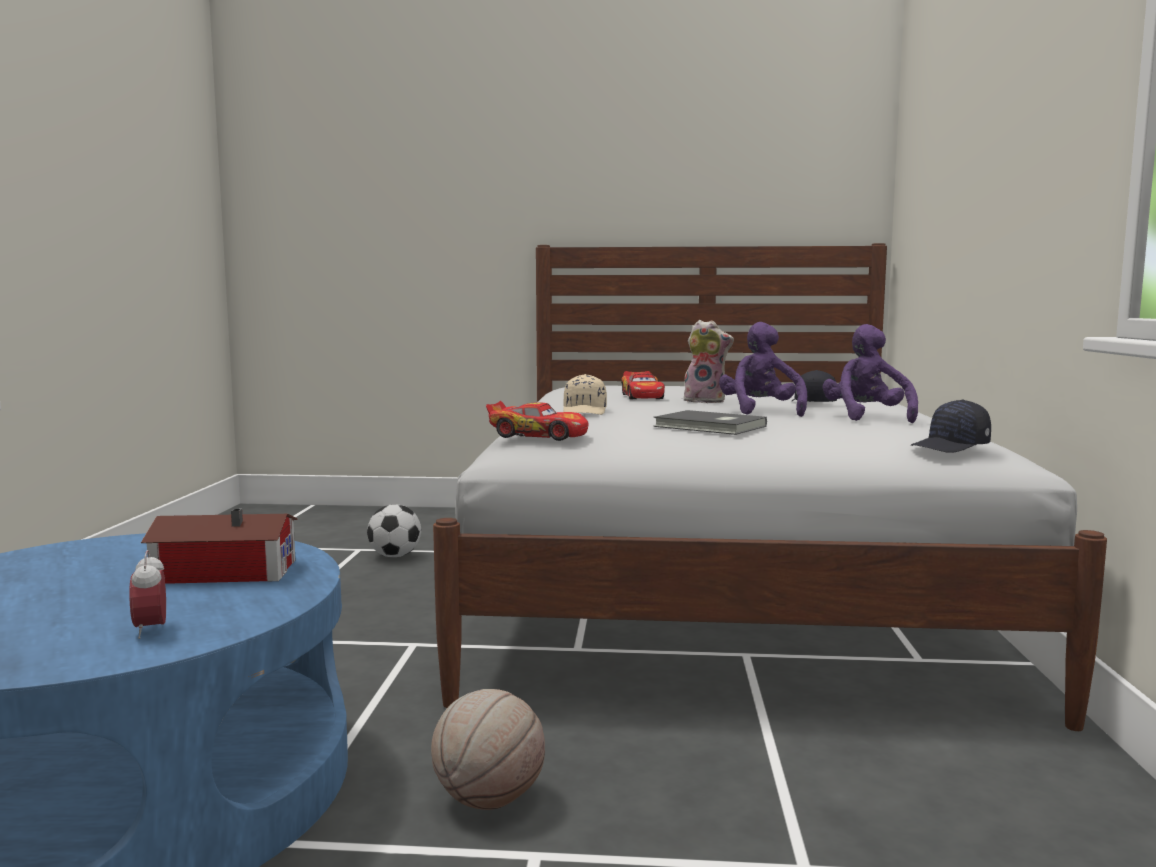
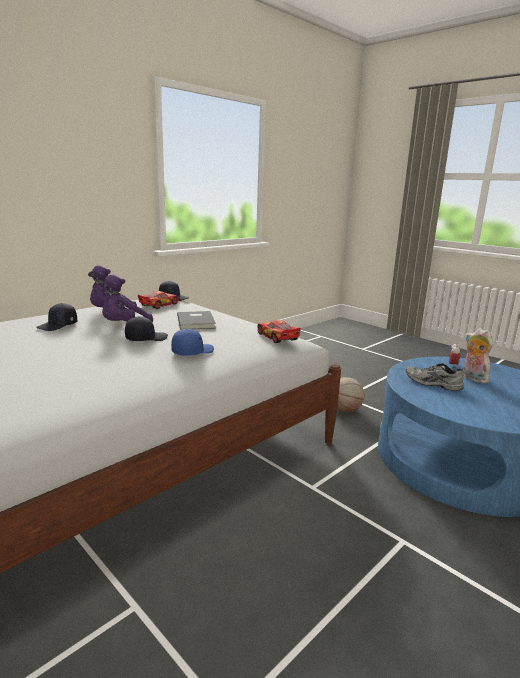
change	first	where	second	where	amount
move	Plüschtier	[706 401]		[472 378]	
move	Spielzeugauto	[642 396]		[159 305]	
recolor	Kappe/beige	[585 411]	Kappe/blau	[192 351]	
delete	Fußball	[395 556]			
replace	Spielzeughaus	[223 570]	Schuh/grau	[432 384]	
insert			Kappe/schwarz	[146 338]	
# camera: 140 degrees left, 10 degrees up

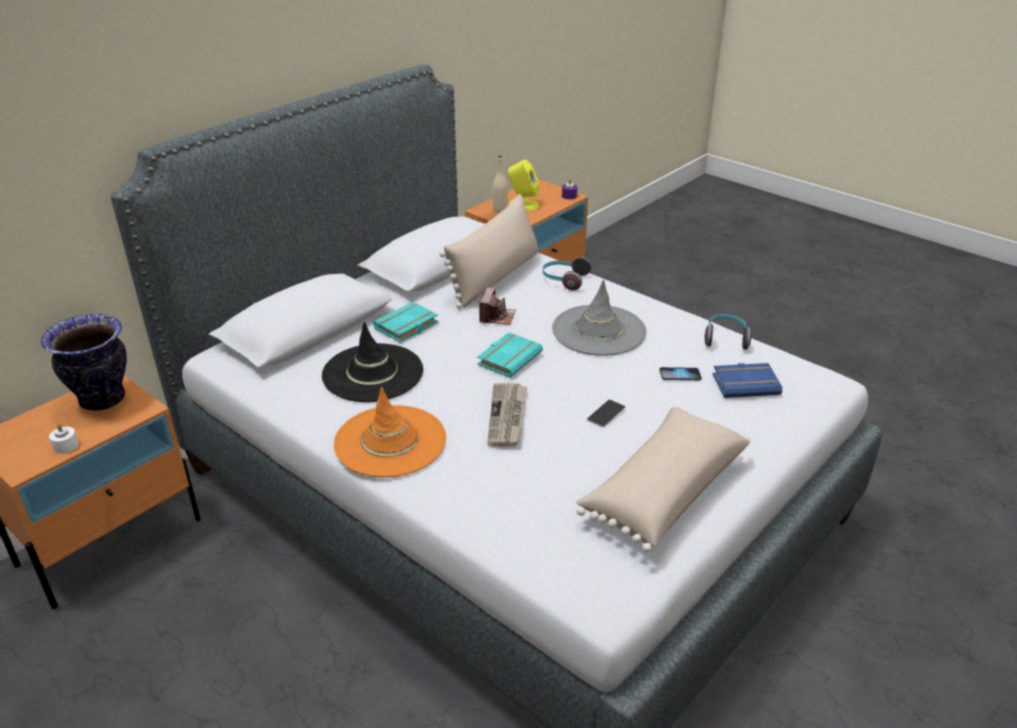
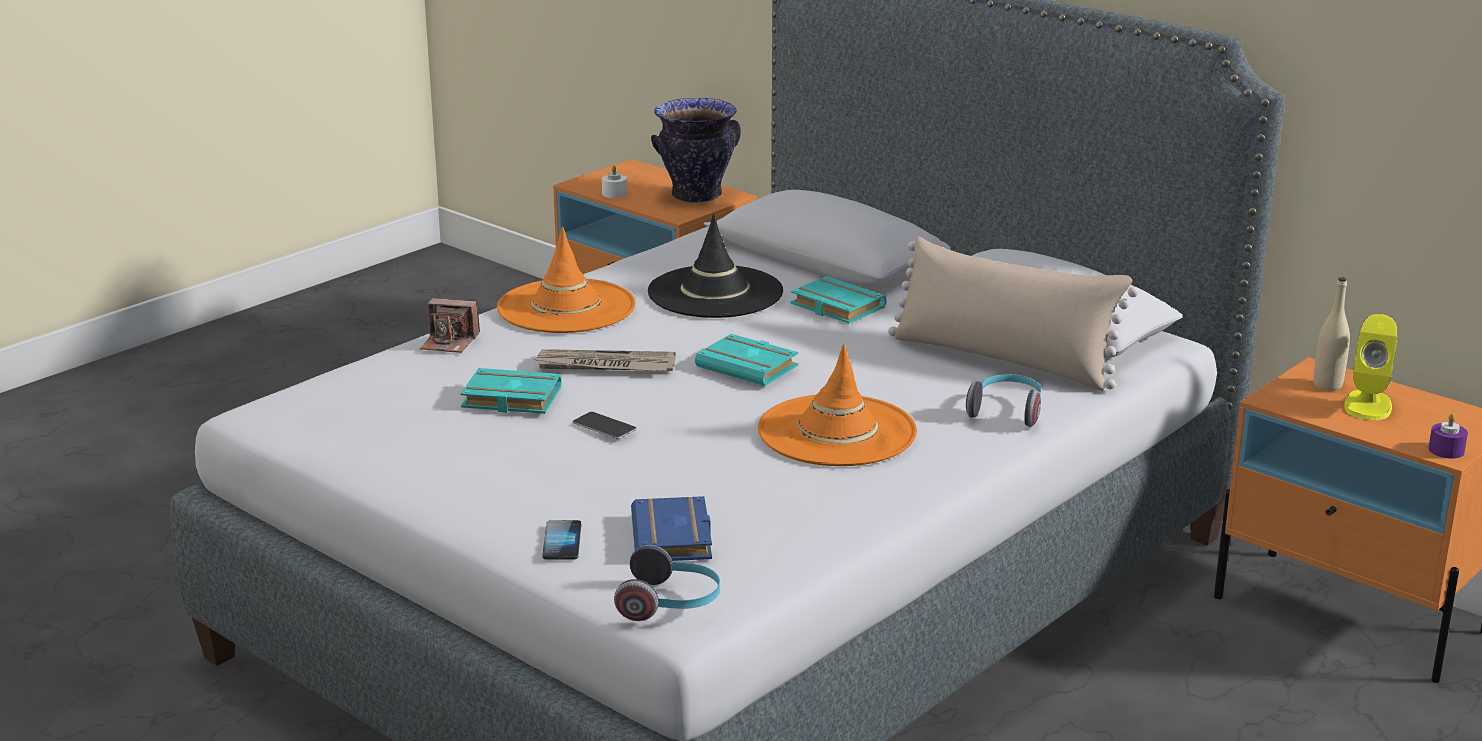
change	first	where	second	where	amount
recolor	Hut/grau	[598 330]	Hut/orange	[837 431]	
move	Kamera	[496 317]		[450 342]	
move	Kopfhörer	[725 338]		[670 604]	
move	Handy	[680 375]		[562 542]	
delete	Kissen/beige	[662 491]			
insert			Buch/türkis	[509 399]	
# camera: 90 degrees right, 10 degrees down

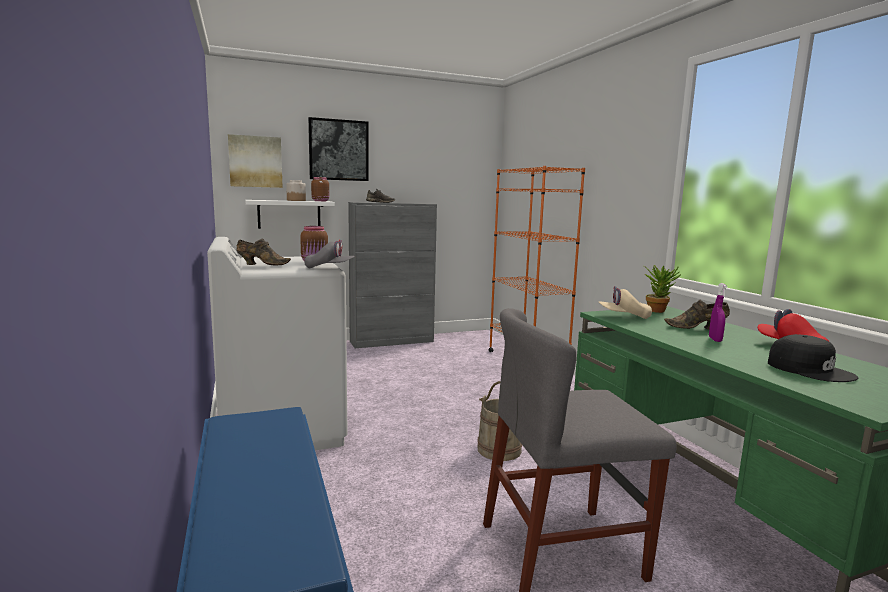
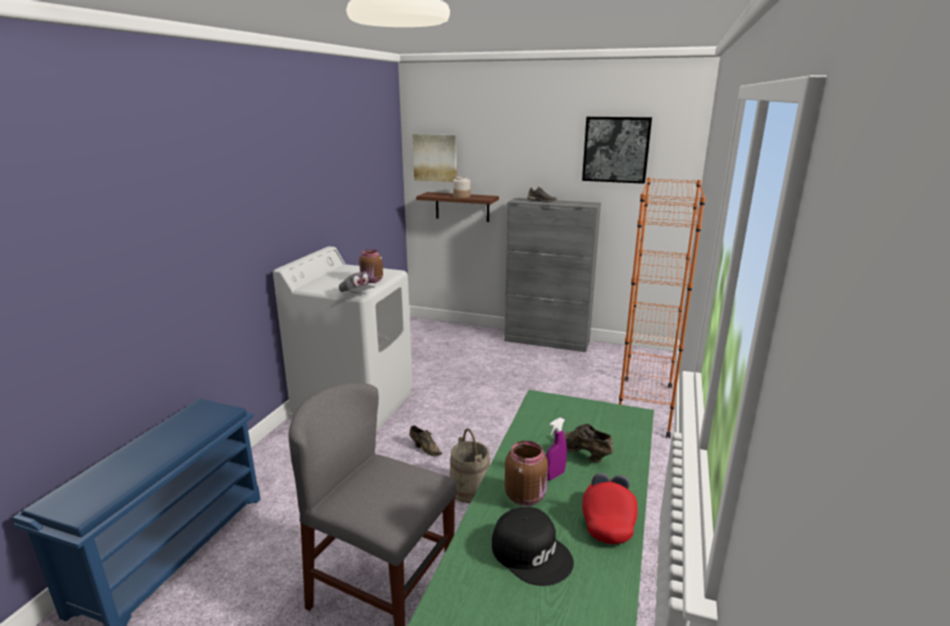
change	first	where	second	where	amount
move	Bild	[338 150]		[616 149]	
move	Vorratsglas/braun	[320 201]		[526 496]	
recolor	Wandregal/weiß	[289 214]	Wandregal/braun	[462 207]	
move	Schuh/braun	[262 264]		[425 448]	
delete	Topfpflanze	[658 310]			
delete	Kappe/beige	[624 317]			
rotate	Kappe/schwarz	[809 369]		[532 552]	45 degrees counterclockwise
# camera: 40 degrees right, 10 degrees up

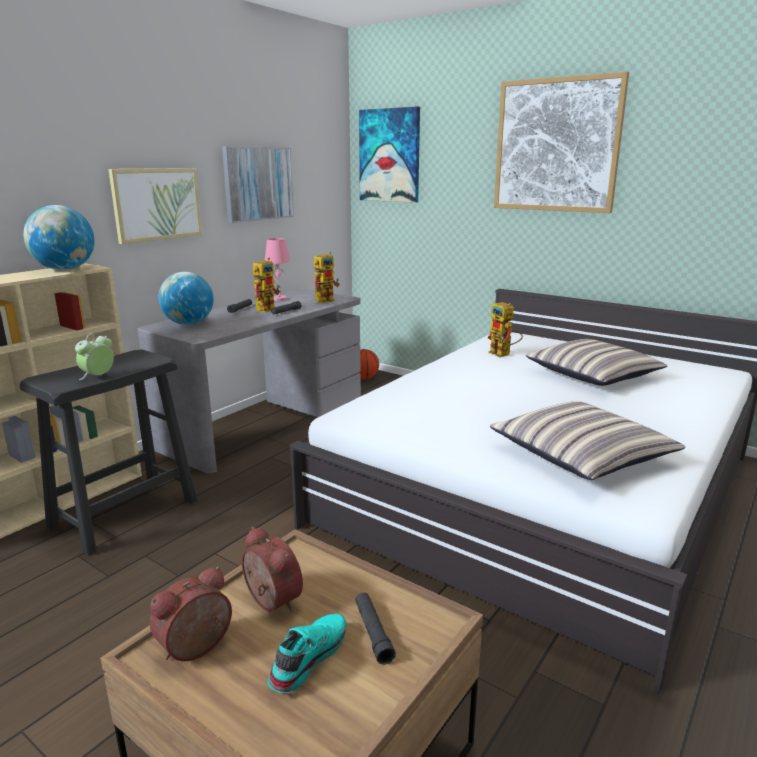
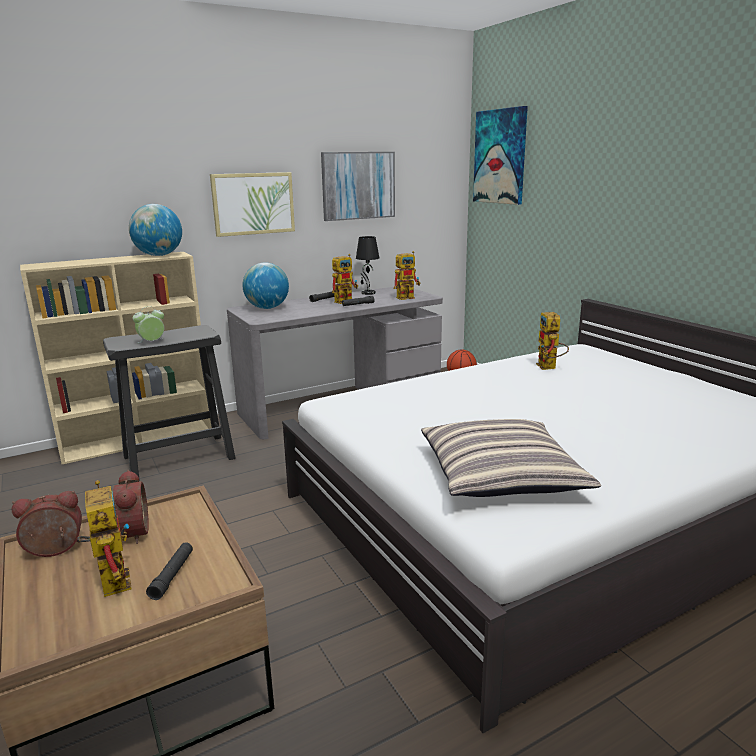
change	first	where	second	where	amount
delete	Bild	[556 145]			
recolor	Tischlampe/rosa	[278 299]	Tischlampe/schwarz	[367 293]	
delete	Kissen	[593 375]			
replace	Schuh/türkis	[307 657]	Spielzeugroboter	[111 578]	
# camera: 25 degrees right, 0 degrees up

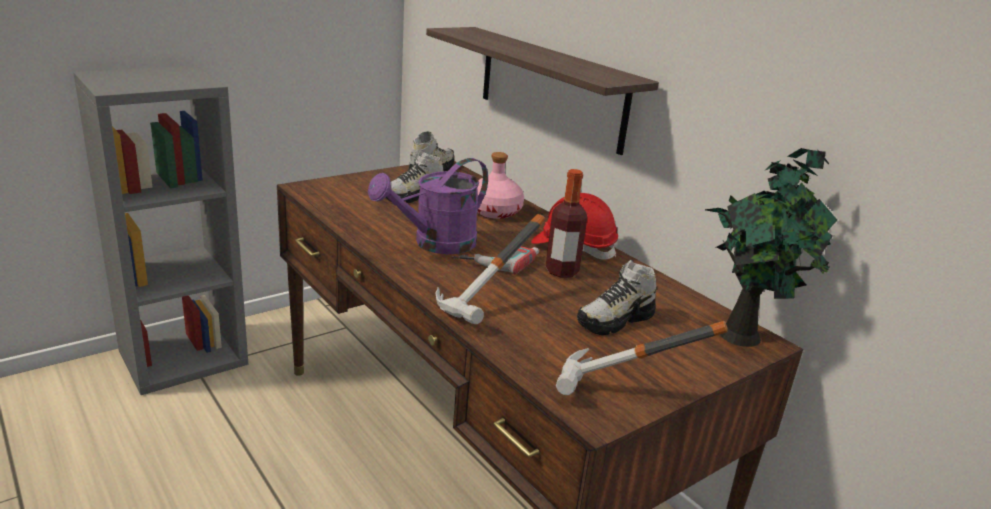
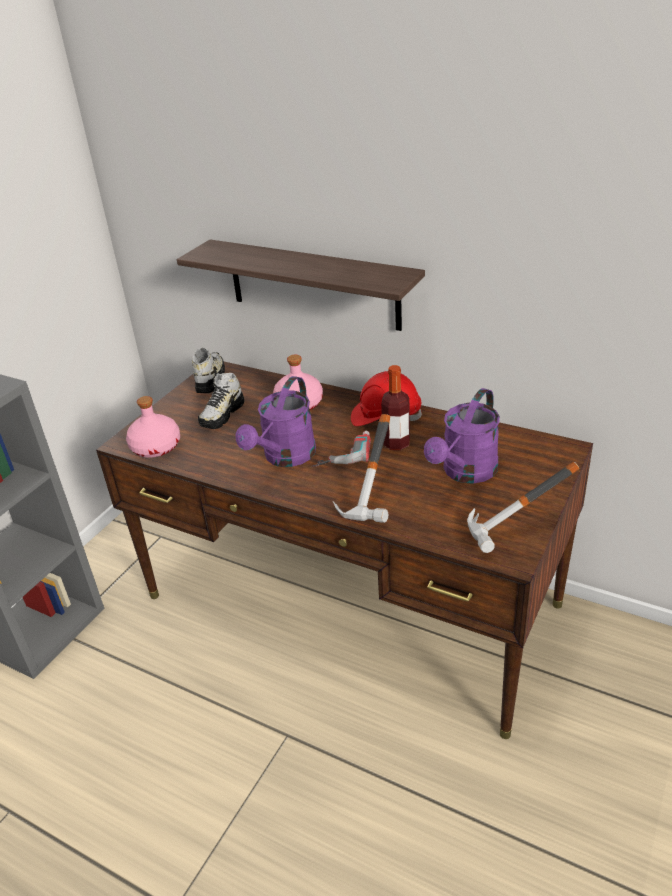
change	first	where	second	where	amount
delete	Topfpflanze	[743 335]			
replace	Schuh	[615 320]	Gießkanne/lila	[465 473]	
insert			Flasche/rosa	[156 447]	
# camera: 20 degrees left, 10 degrees up

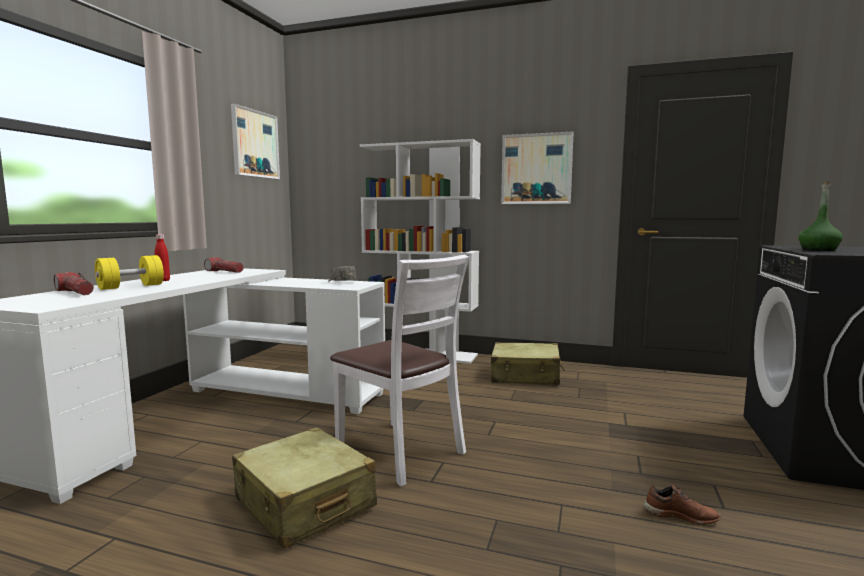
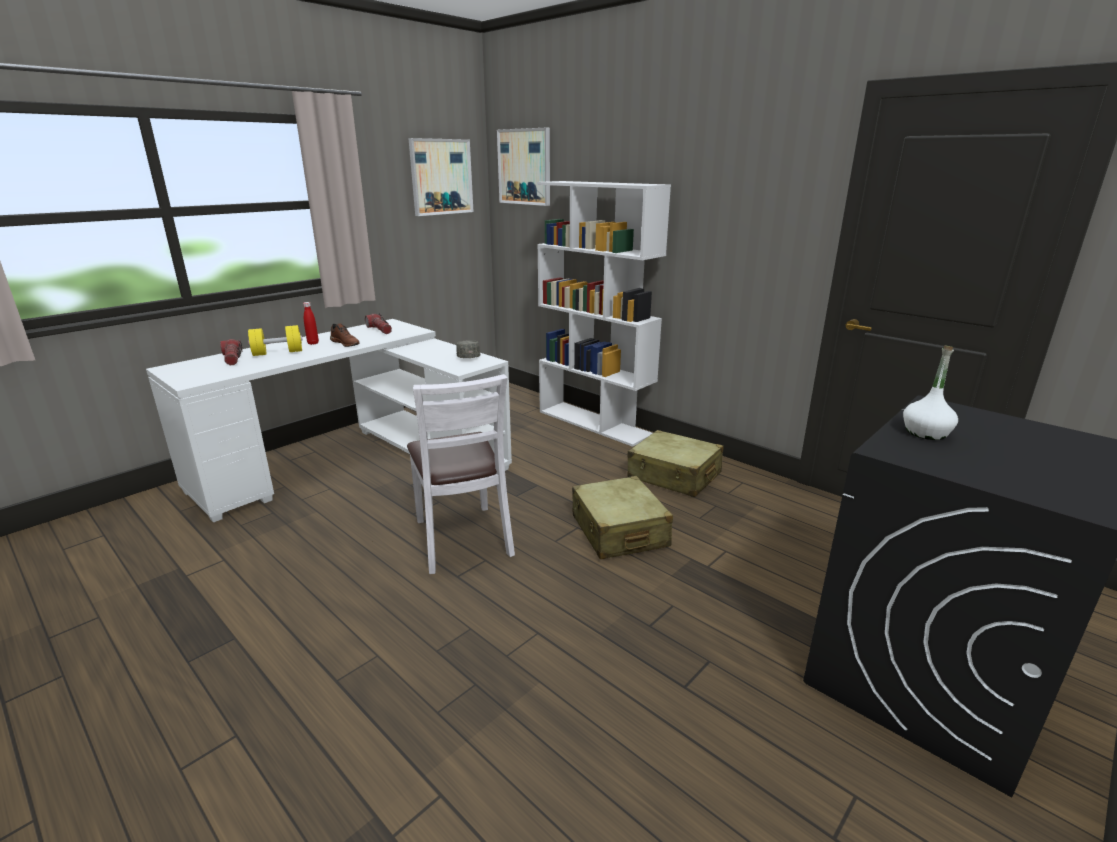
change	first	where	second	where	amount
move	Bild	[536 169]		[525 167]	
recolor	Flasche/grün	[818 250]	Flasche/weiß	[925 432]	
move	Koffer/beige	[304 503]		[619 531]	
move	Schuh/braun	[680 515]		[346 343]	
# camera: 25 degrees right, 15 degrees up

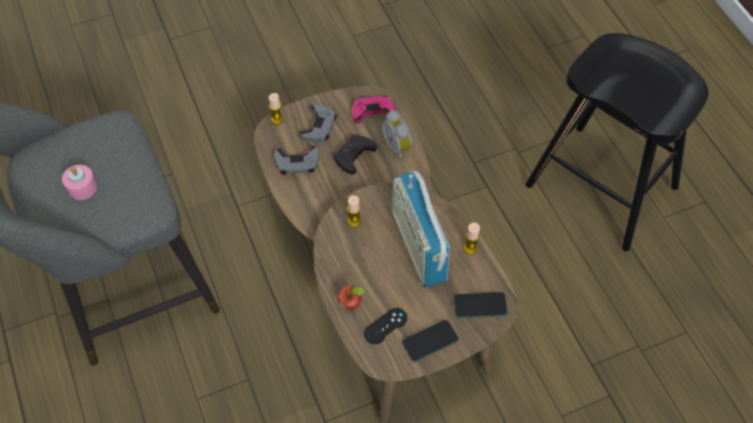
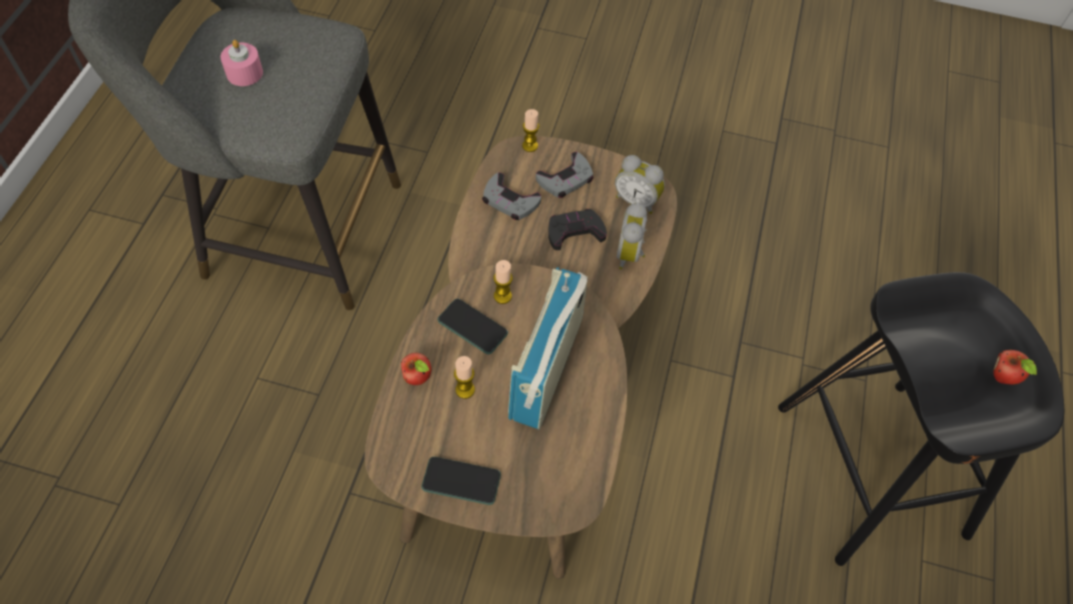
change	first	where	second	where	amount
replace	Gamepad/rosa	[373 111]	Wecker	[637 200]	
move	Kerze	[470 248]		[465 390]	
move	Handy	[480 306]		[472 327]	
delete	Gamepad/schwarz	[385 326]			
insert			Apfel	[1003 378]	
# camera: 35 degrees right, 0 degrees up

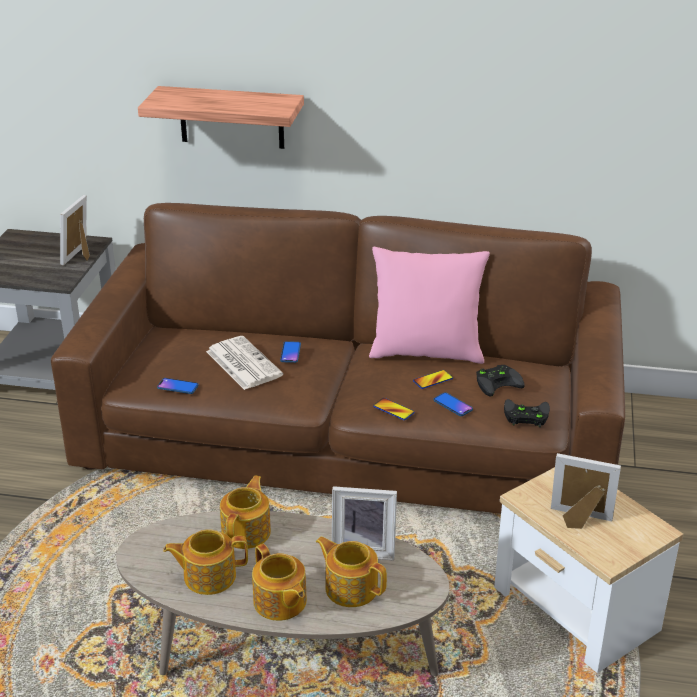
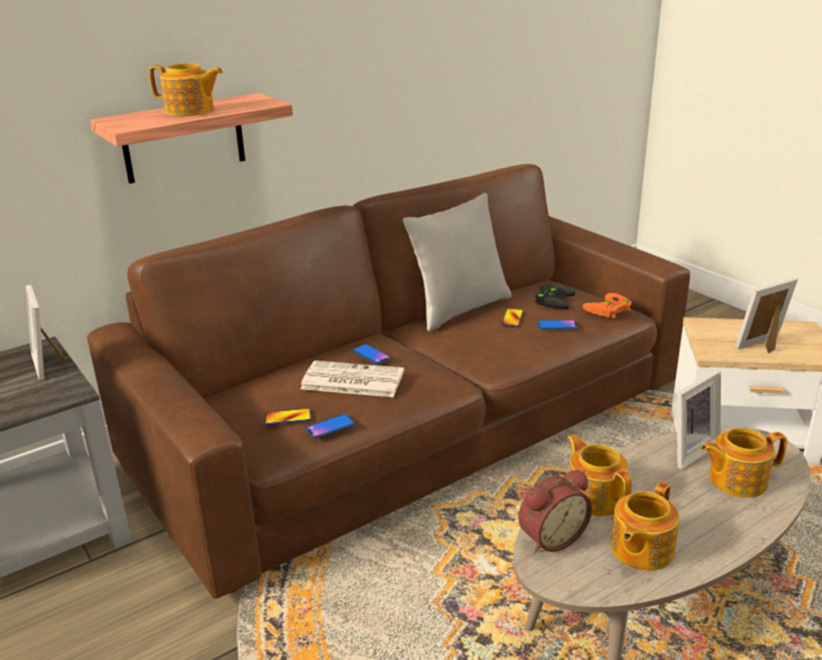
change	first	where	second	where	amount
recolor	Kissen/rosa	[426 352]	Kissen/grau	[459 309]	
move	Handy	[393 410]		[288 418]	
recolor	Gamepad/schwarz	[524 416]	Gamepad/orange	[608 309]	
move	Teekanne	[280 602]		[190 111]	
insert			Wecker	[550 537]	
# camera: 45 degrees left, 5 degrees down

